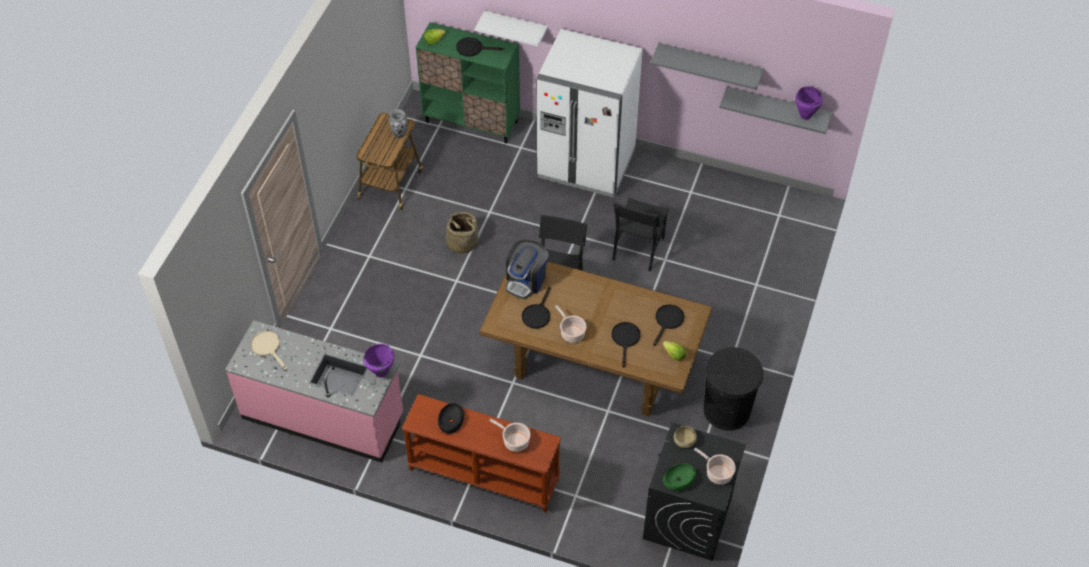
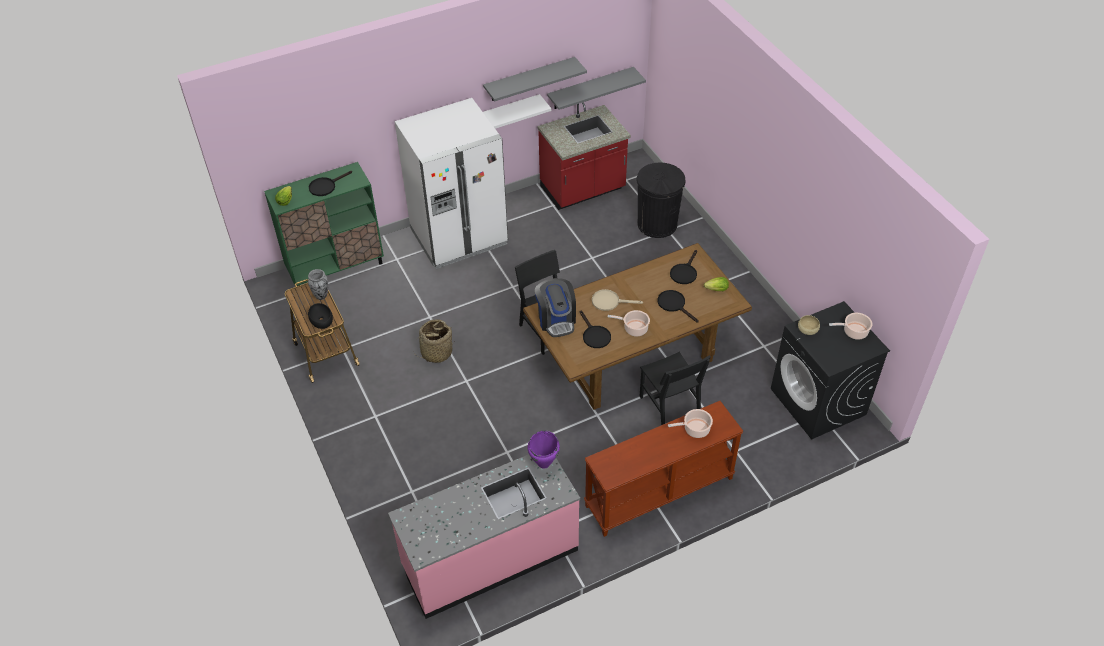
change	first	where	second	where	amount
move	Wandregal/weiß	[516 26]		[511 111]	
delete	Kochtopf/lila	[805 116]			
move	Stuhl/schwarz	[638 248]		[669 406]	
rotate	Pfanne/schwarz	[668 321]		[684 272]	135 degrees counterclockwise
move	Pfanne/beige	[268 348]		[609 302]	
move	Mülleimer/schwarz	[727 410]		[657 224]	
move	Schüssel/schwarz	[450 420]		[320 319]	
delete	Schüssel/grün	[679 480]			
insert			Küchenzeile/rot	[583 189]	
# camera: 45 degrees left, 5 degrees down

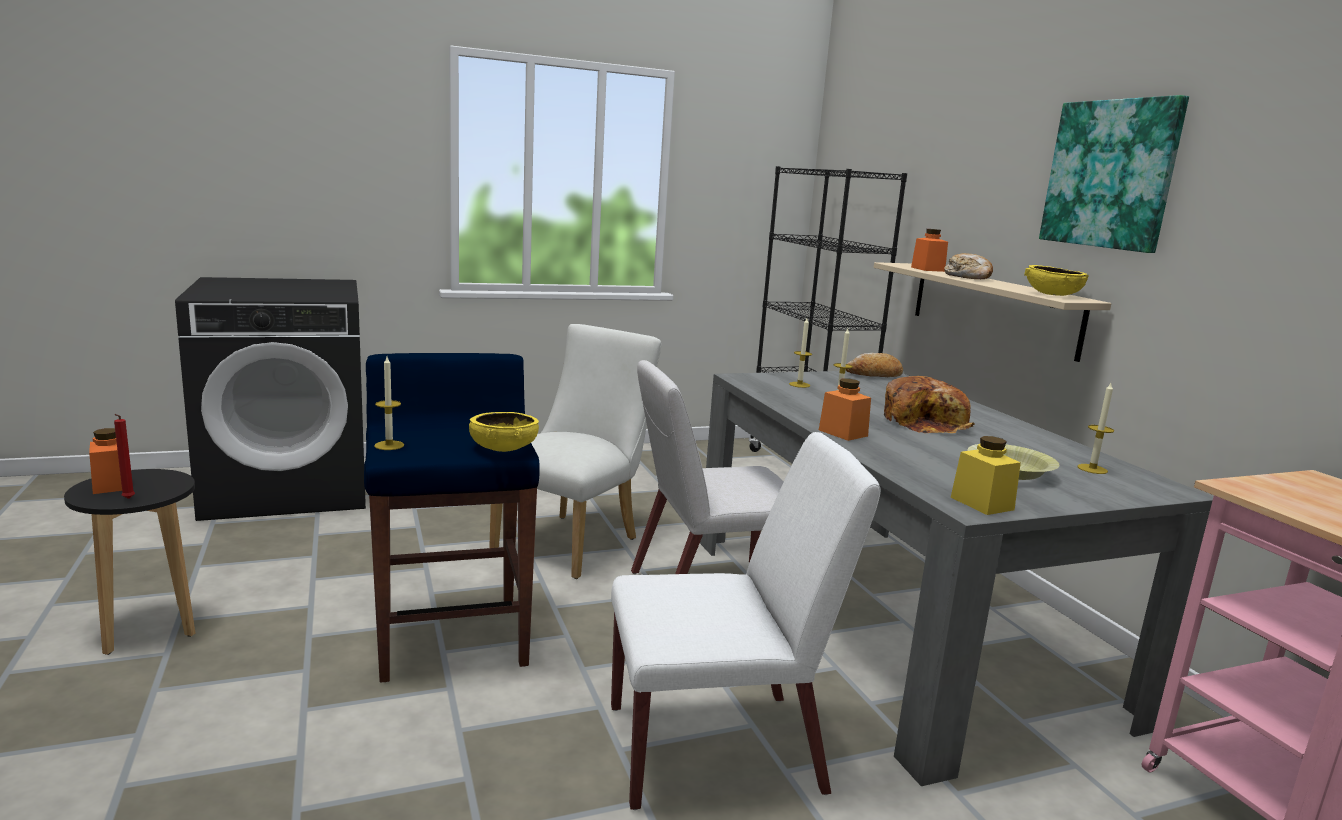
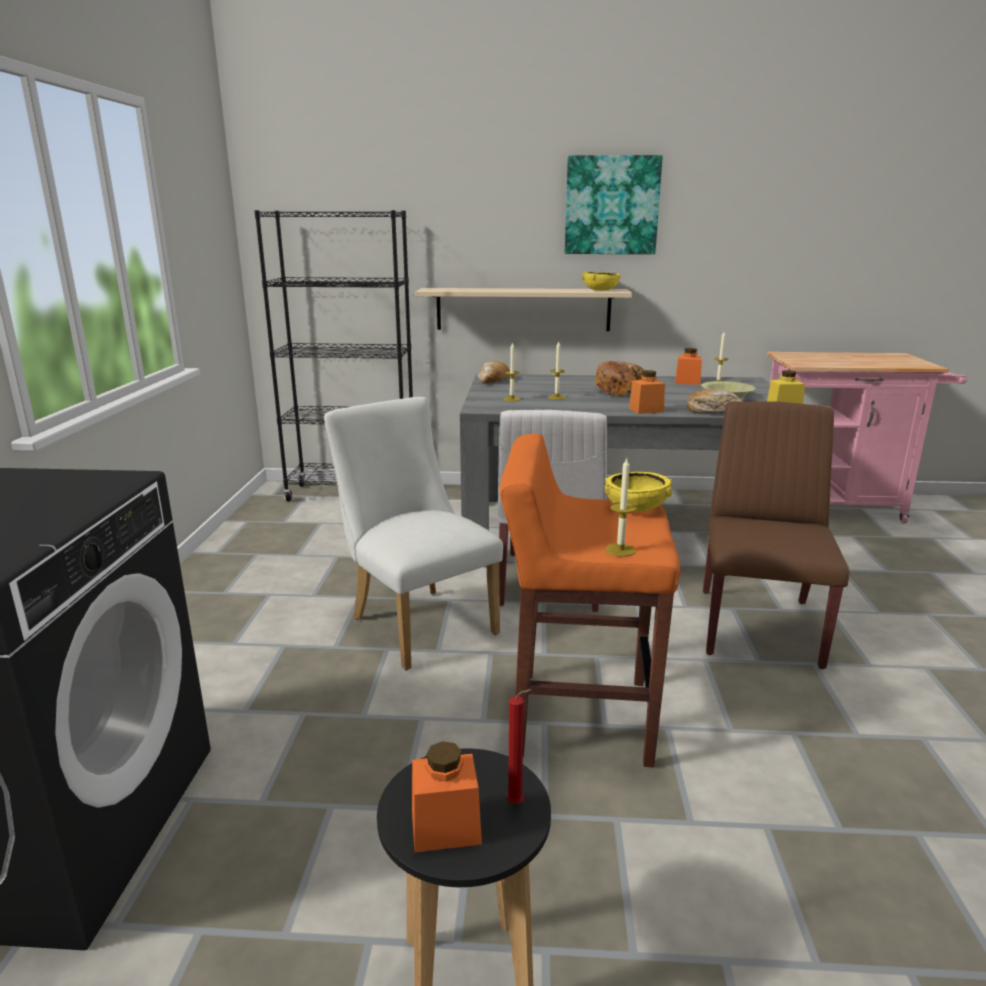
change	first	where	second	where	amount
move	Vorratsglas/orange	[927 269]		[687 382]	
move	Brot	[968 277]		[713 411]	
recolor	Hocker/blau	[452 636]	Hocker/orange	[578 716]	
recolor	Stuhl/weiß	[717 748]	Stuhl/braun	[758 625]	
# camera: 65 degrees left, 5 degrees up

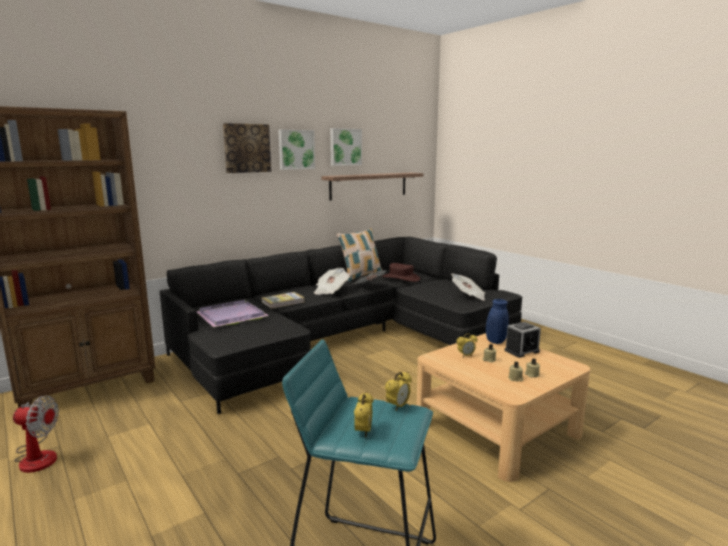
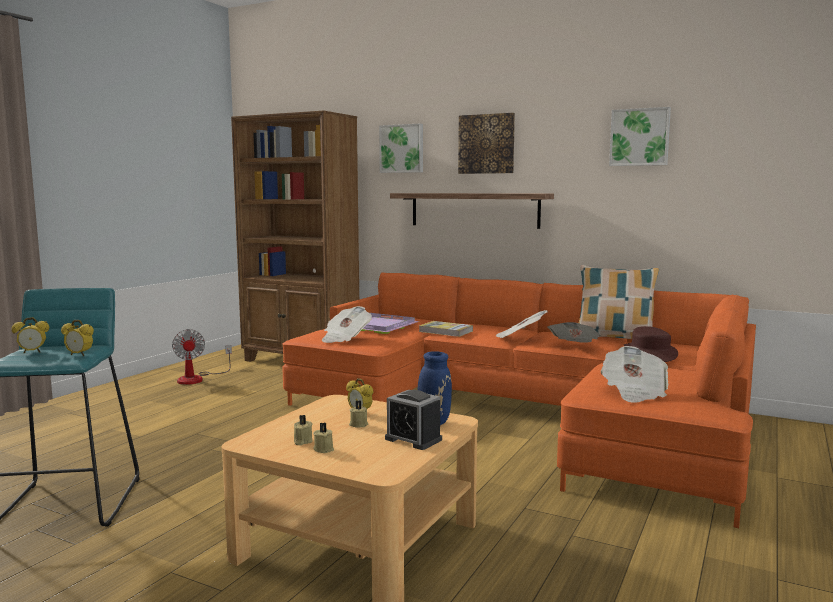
change	first	where	second	where	amount
move	Bild	[296 149]		[402 148]	
move	Wandregal	[369 185]		[474 210]	
recolor	Sofa/schwarz	[345 339]	Sofa/orange	[526 414]	
insert			Zeitung	[345 338]	
# camera: 65 degrees right, 5 degrees down

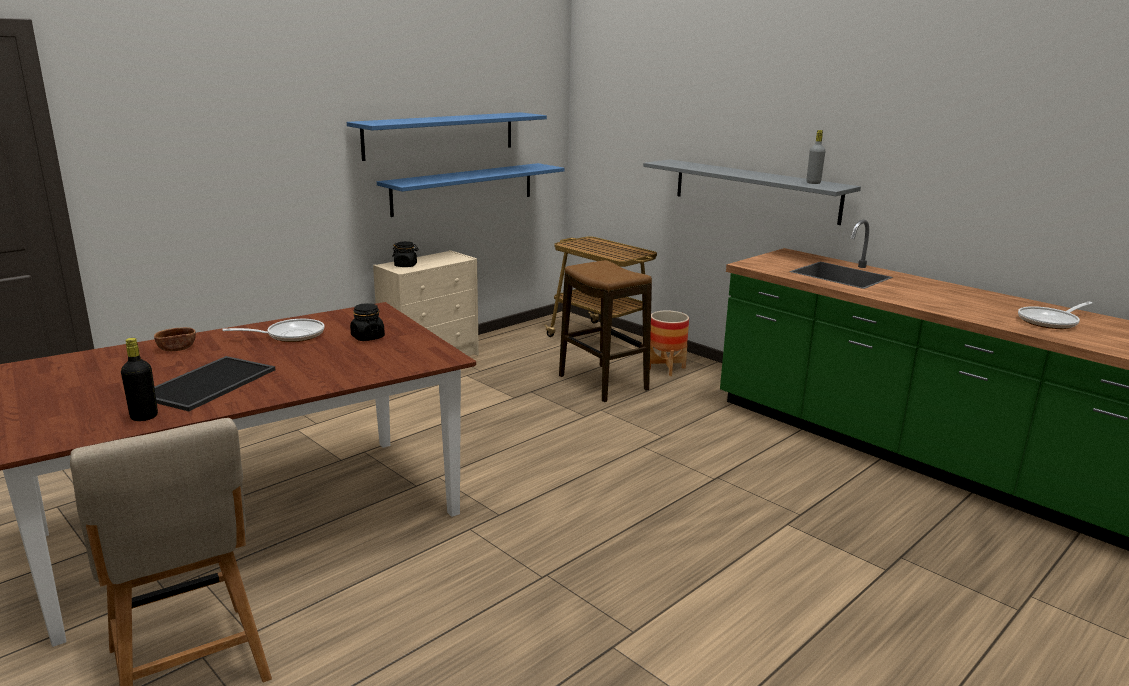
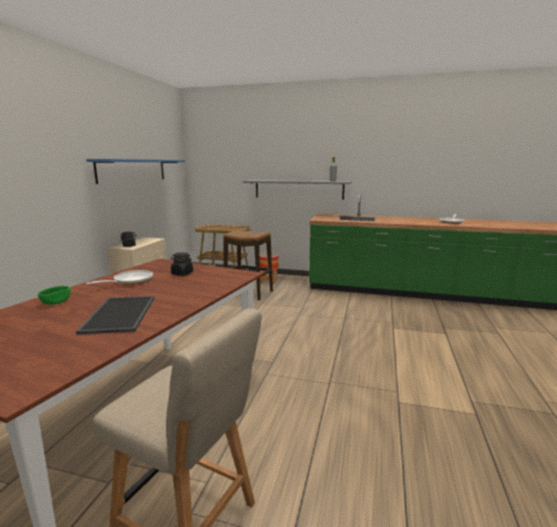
change	first	where	second	where	amount
delete	Wandregal/blau	[464 188]			
recolor	Schüssel/braun	[177 348]	Schüssel/grün	[56 302]	
delete	Flasche/schwarz	[144 417]			
# camera: 30 degrees left, 5 degrees down

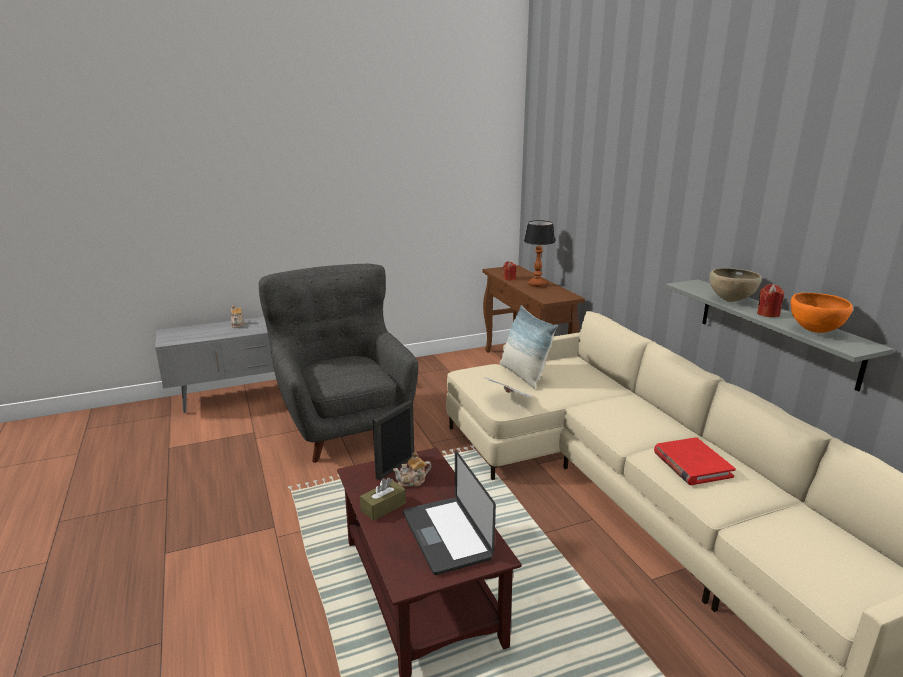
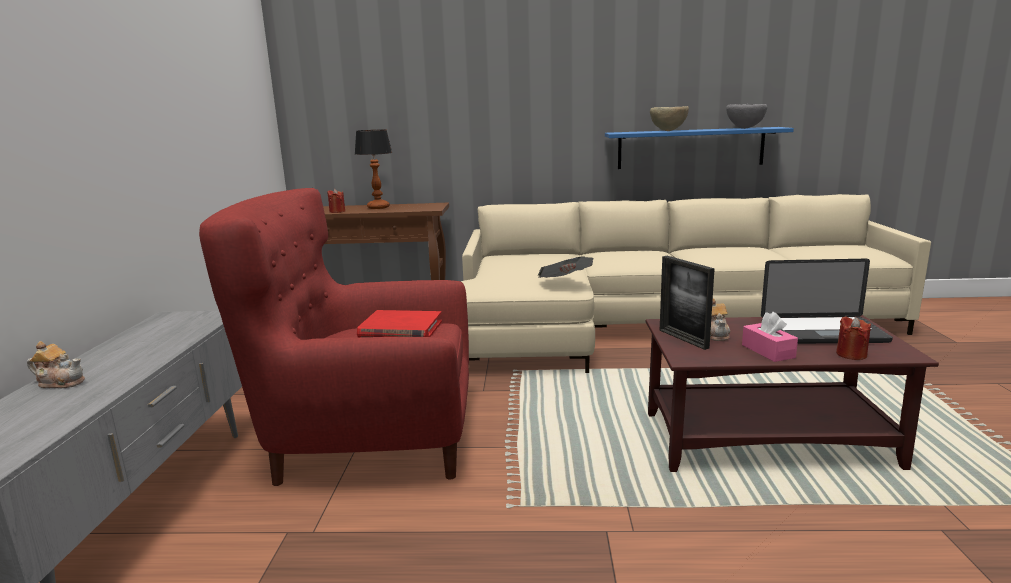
change	first	where	second	where	amount
recolor	Sessel/grau	[344 424]	Sessel/rot	[368 441]	
recolor	Wandregal/grau	[775 330]	Wandregal/blau	[690 148]	
move	Kerze/rot	[768 314]		[851 354]	
recolor	Schüssel/orange	[814 331]	Schüssel/grau	[744 128]	
delete	Kissen	[523 375]			
move	Buch/rot	[691 464]		[400 330]	
recolor	Taschentuchbox/braun	[383 507]	Taschentuchbox/rosa	[768 351]	
# camera: 65 degrees left, 5 degrees down

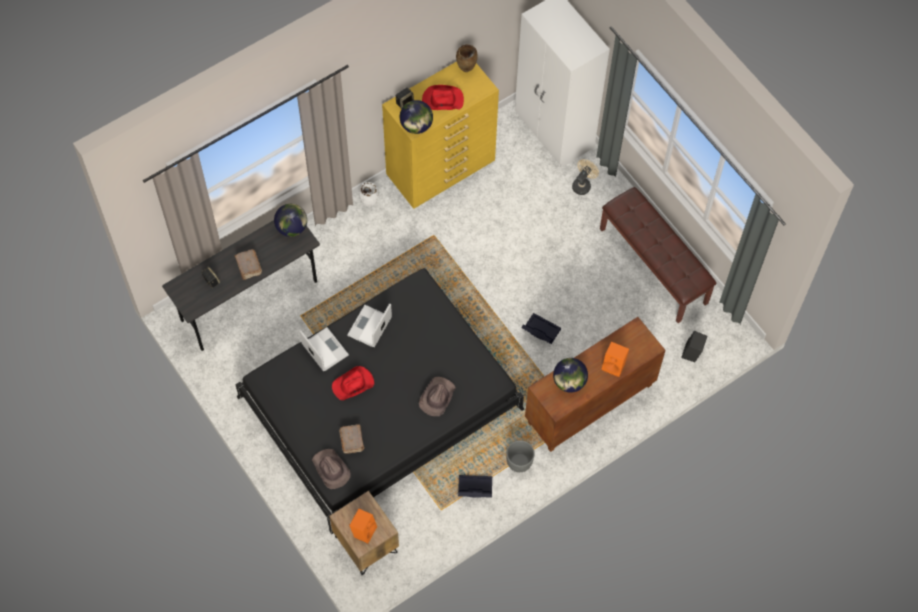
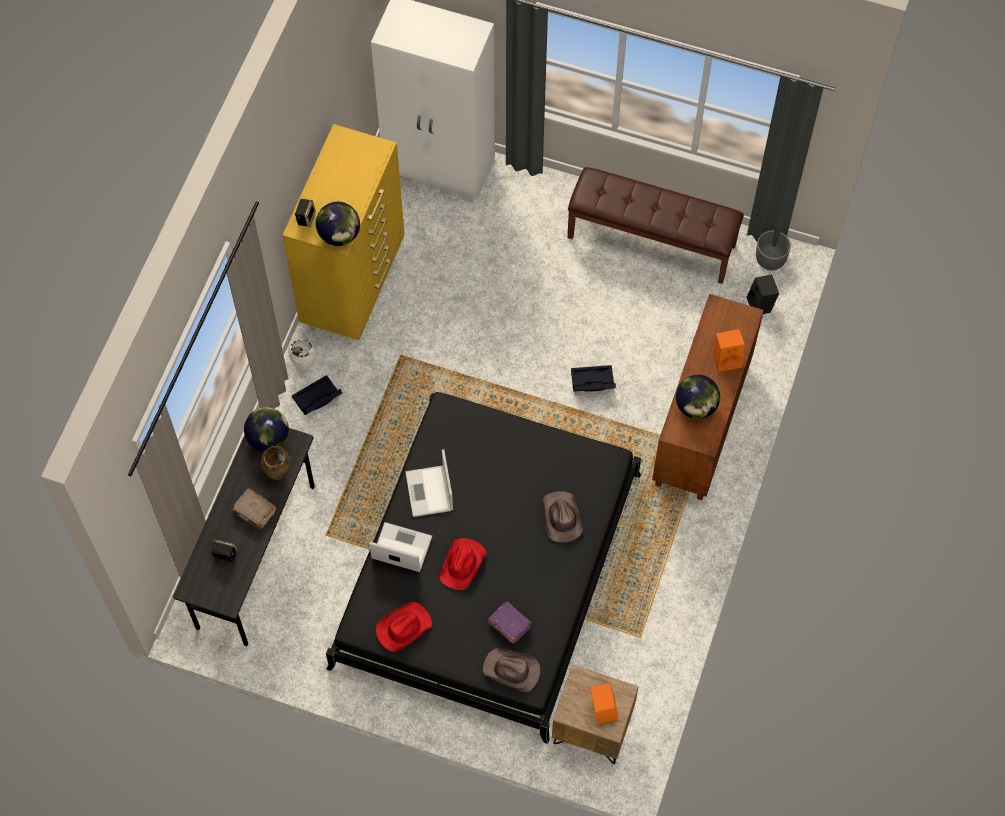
change	first	where	second	where	amount
move	Vase/braun	[466 70]		[279 475]	
move	Hut/rot	[442 100]		[403 628]	
delete	Ventilator/beige	[583 184]			
recolor	Buch/braun	[352 440]	Buch/lila	[509 624]	
move	Pflanzkübel/grau	[519 462]		[770 259]	
move	Aufbewahrungsbox/schwarz	[474 489]		[317 400]	
# camera: 35 degrees left, 0 degrees up

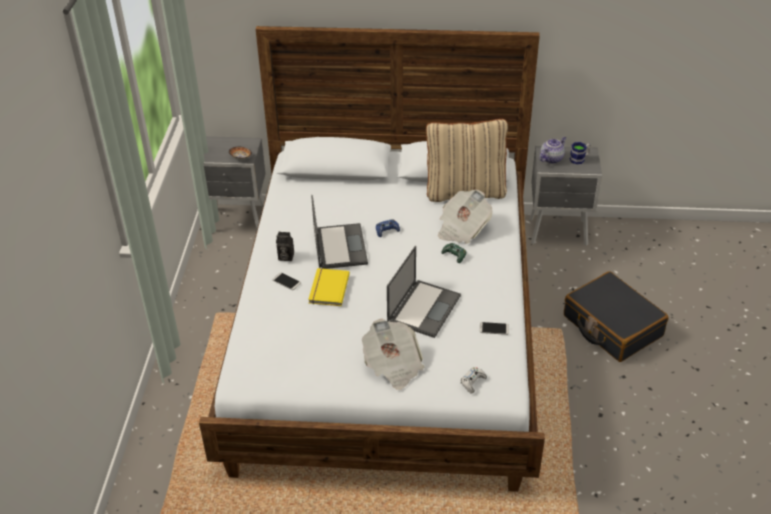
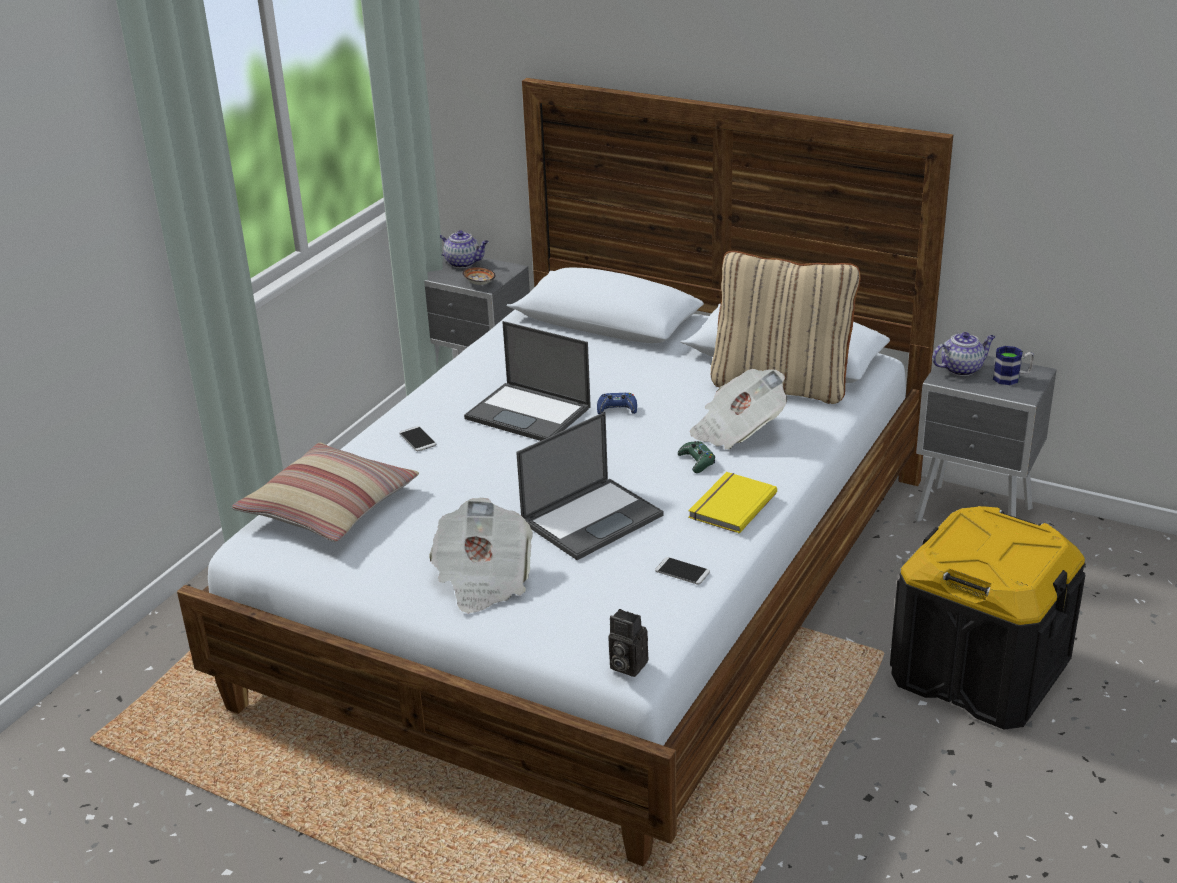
change	first	where	second	where	amount
rotate	Laptop	[339 246]		[529 413]	105 degrees clockwise
move	Kamera	[285 257]		[626 665]	
move	Buch/gelb	[327 288]		[730 505]	
replace	Koffer/schwarz	[612 326]	Aufbewahrungsbox/schwarz	[979 671]	
delete	Gamepad/weiß	[473 382]			
insert			Teekanne	[463 263]	
insert			Kissen	[329 507]	
# camera: 25 degrees right, 10 degrees down

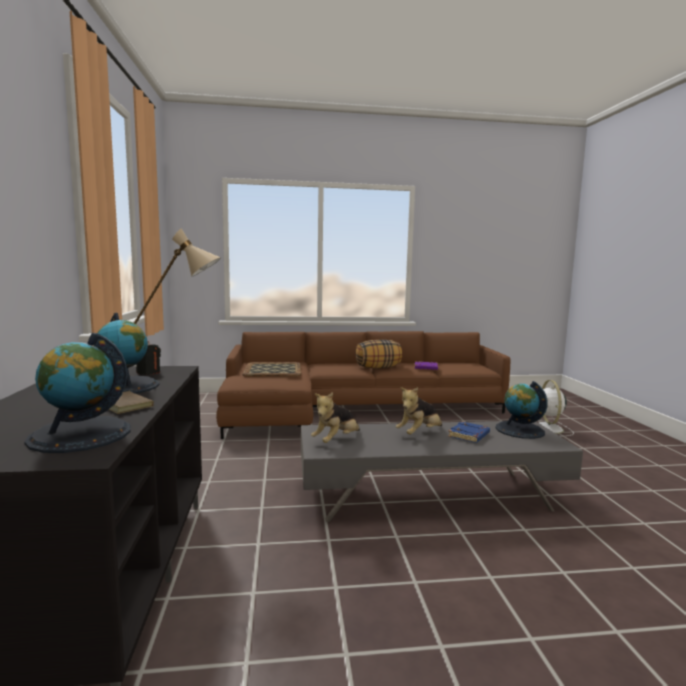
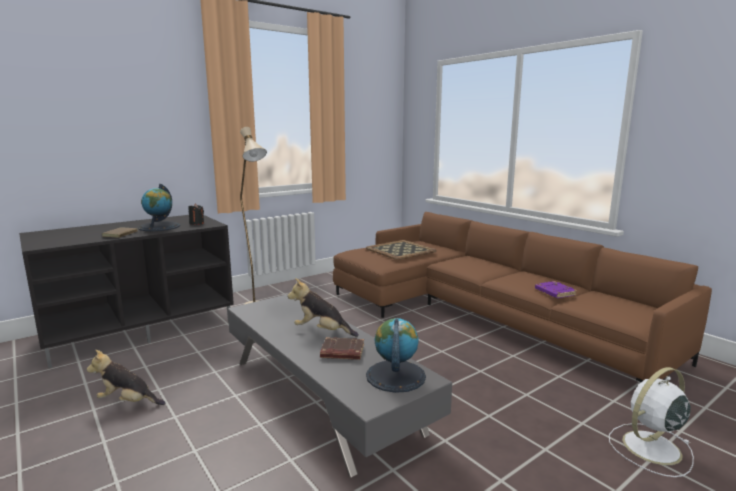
change	first	where	second	where	amount
delete	Globus	[80 435]			
delete	Kissen	[378 367]			
move	Plüschtier	[336 440]		[128 402]	
recolor	Buch/blau	[469 435]	Buch/braun	[342 352]	
# camera: 60 degrees right, 5 degrees up

